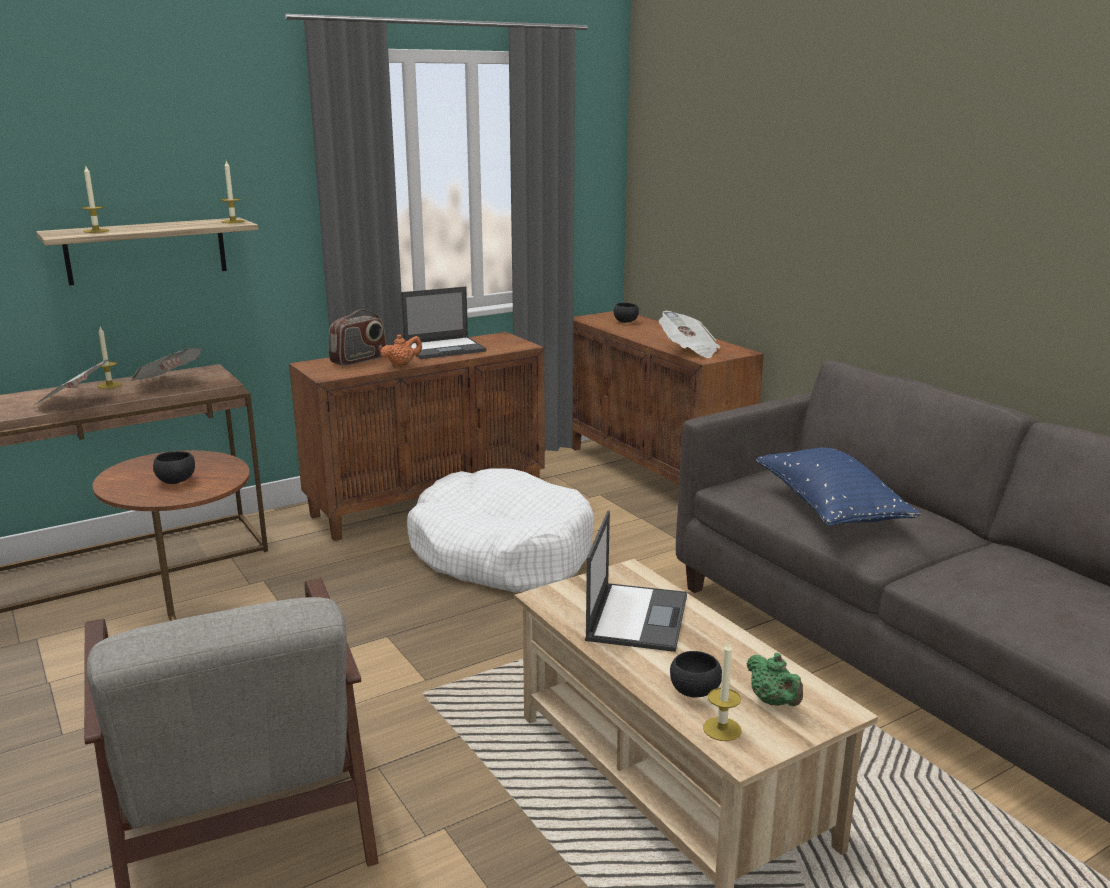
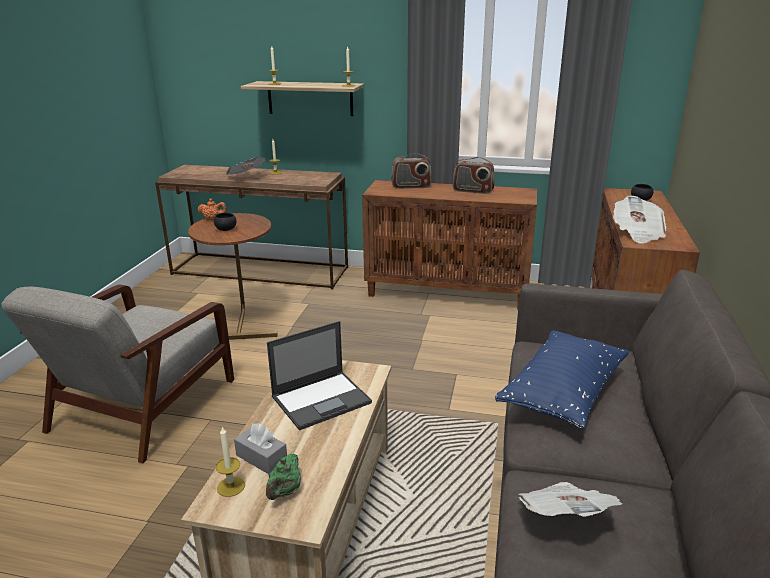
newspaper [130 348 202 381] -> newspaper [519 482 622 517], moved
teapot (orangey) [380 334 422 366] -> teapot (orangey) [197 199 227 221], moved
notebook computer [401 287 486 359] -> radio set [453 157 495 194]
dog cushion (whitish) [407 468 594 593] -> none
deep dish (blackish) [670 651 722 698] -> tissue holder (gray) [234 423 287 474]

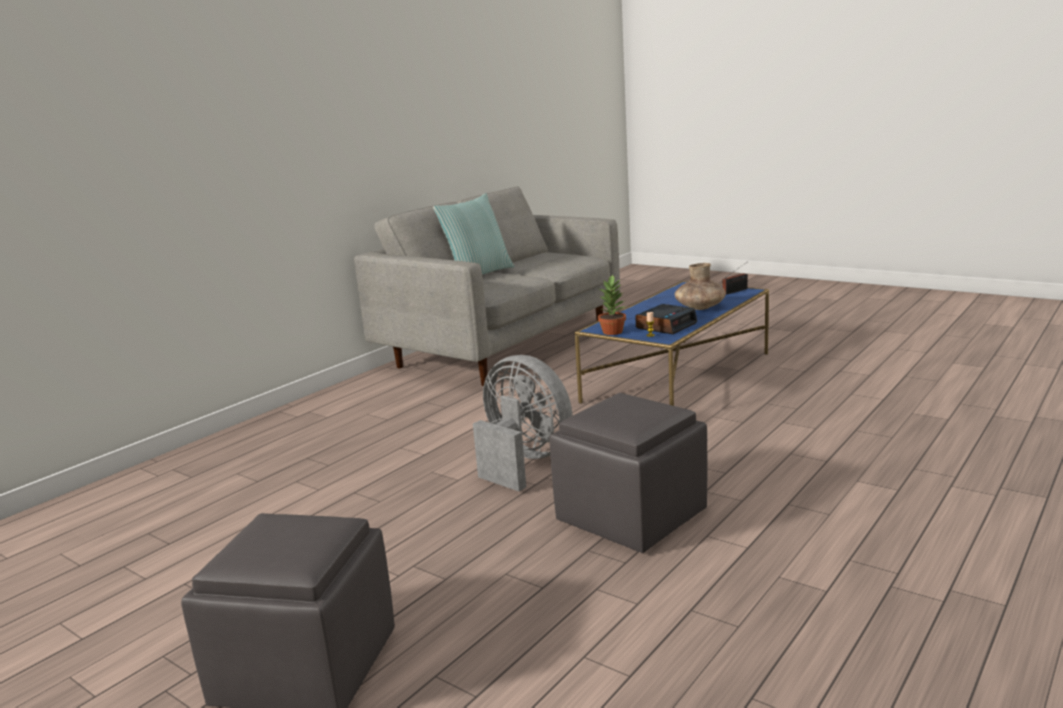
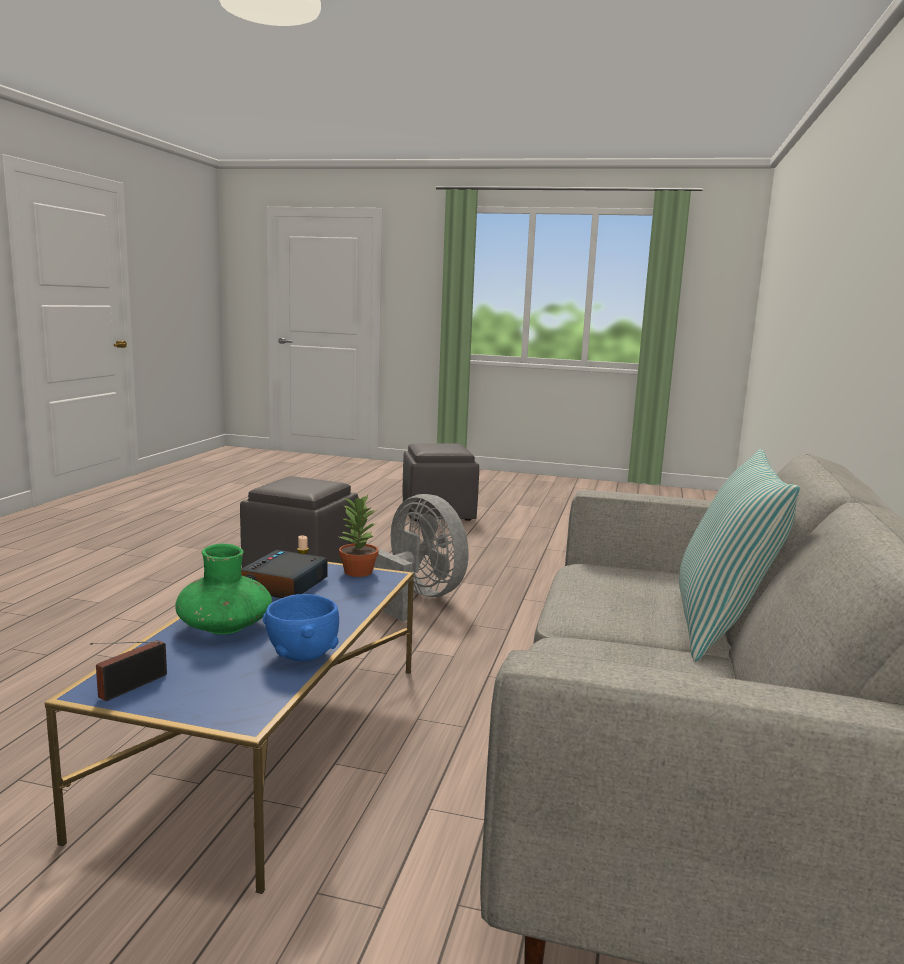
cooling fan (gray) [473 355 573 492] -> cooling fan (gray) [374 494 469 622], 150 degrees counterclockwise
decorative vase (brownish) [675 263 726 310] -> decorative vase (green-coloured) [175 544 272 635]
none -> deep dish (blue) [263 594 339 661]

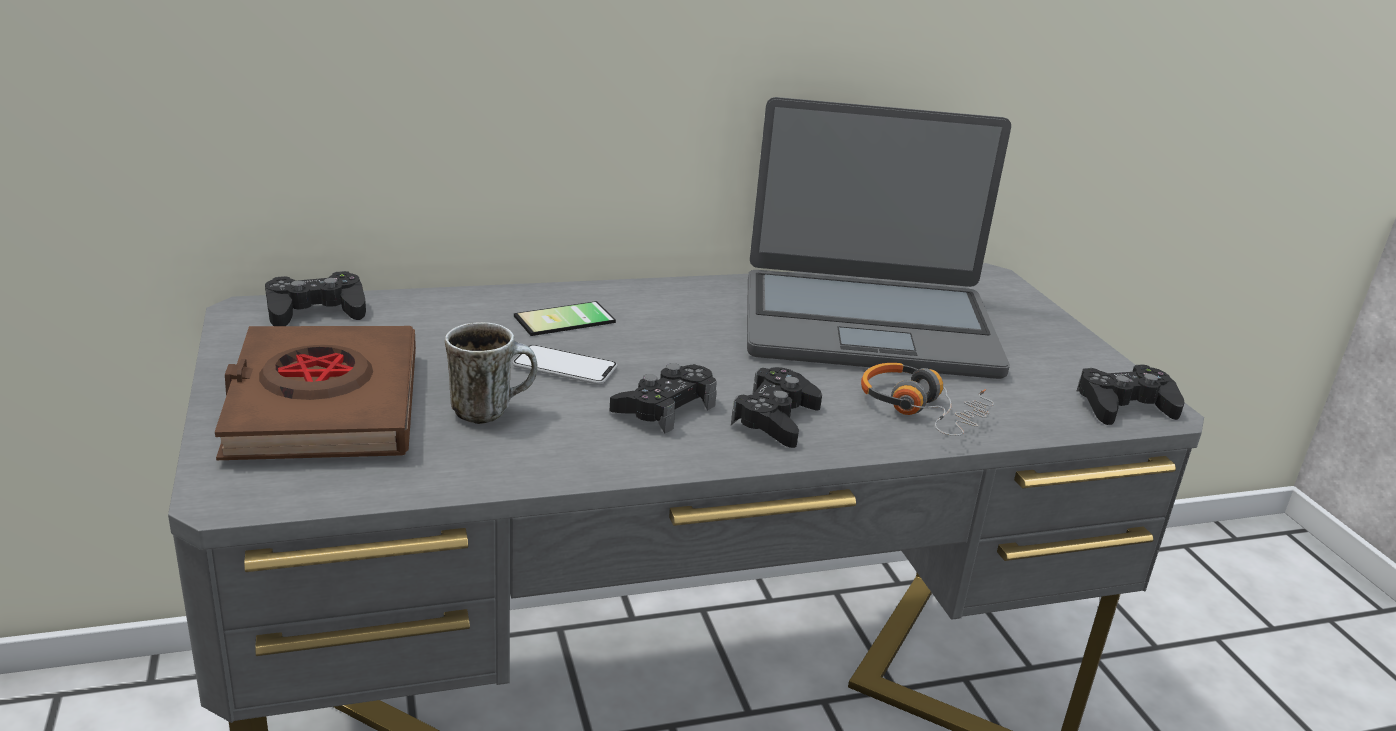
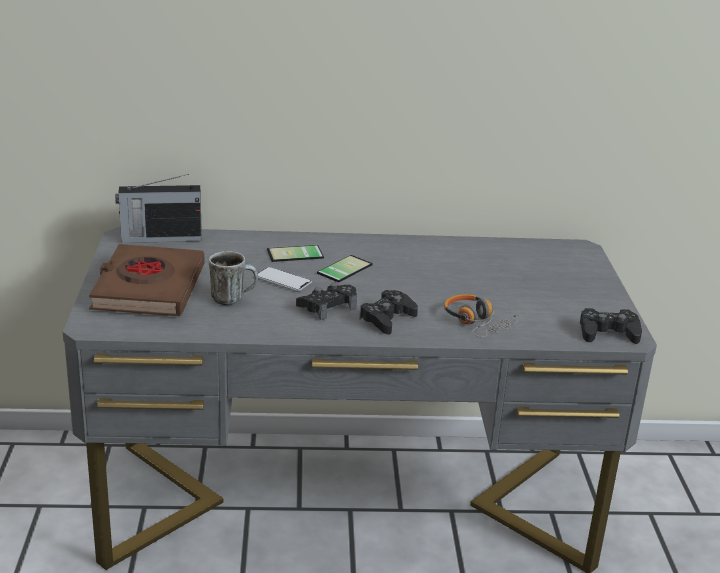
joypad (blackish) [265 271 366 326] -> radio set [115 174 202 243]
notebook computer [747 97 1011 379] -> none
none -> handset [317 255 373 283]

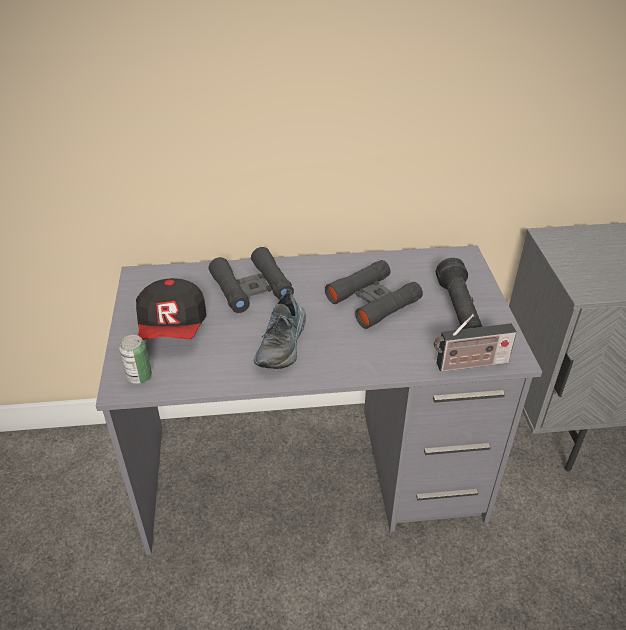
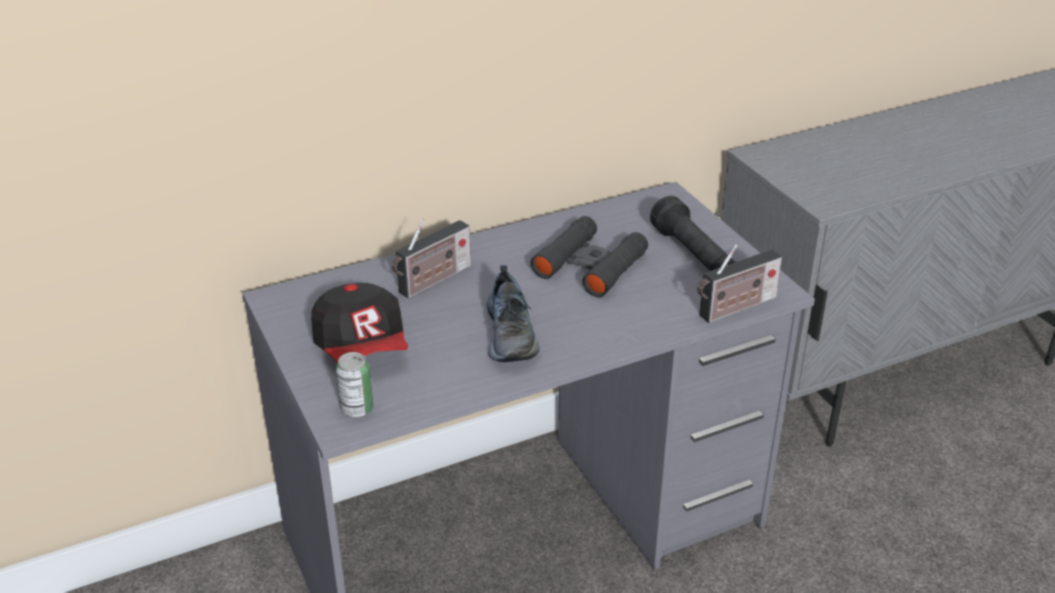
field glasses (blackish) [209 247 294 313] -> radio set [392 219 471 299]

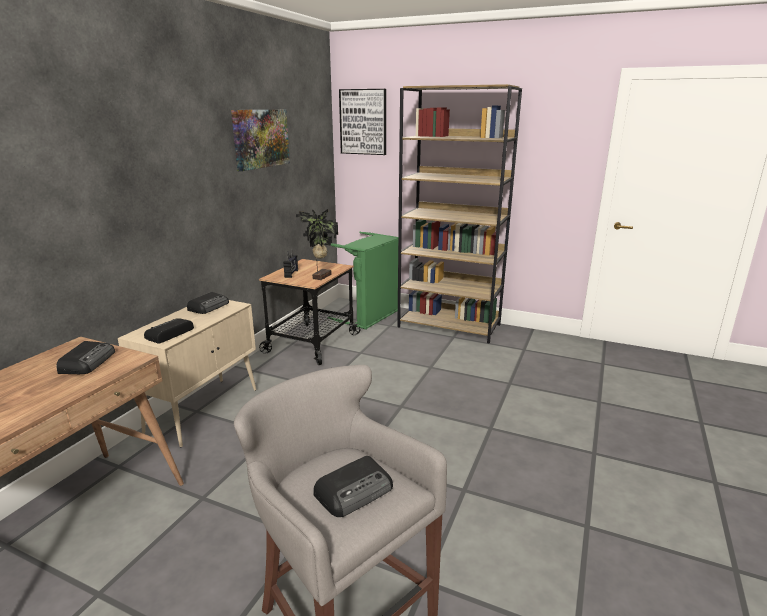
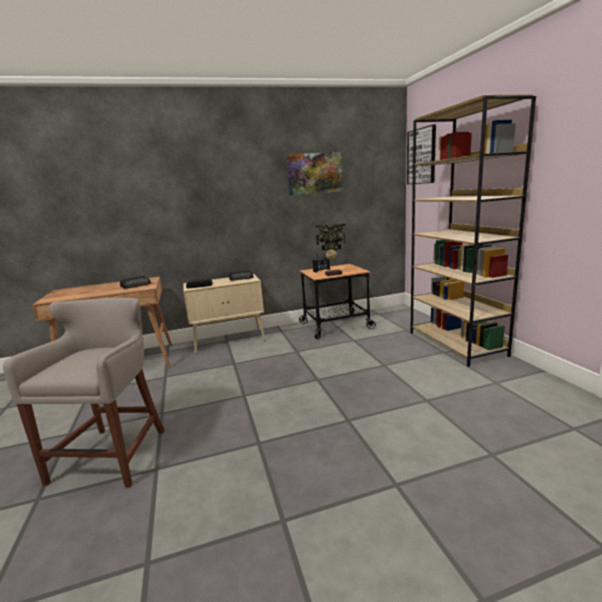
radio set [313 456 393 517] -> none
hamper (green-coloured) [328 232 398 330] -> none

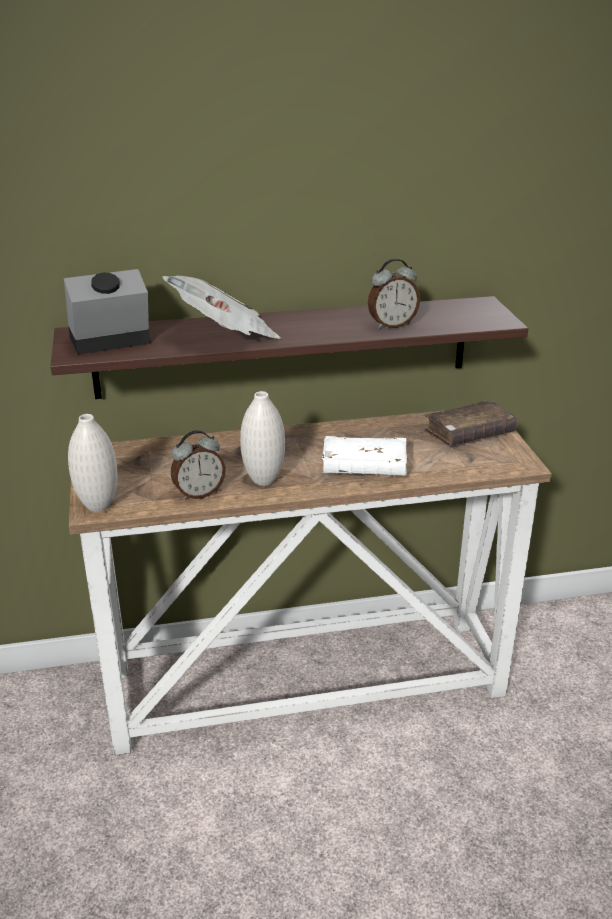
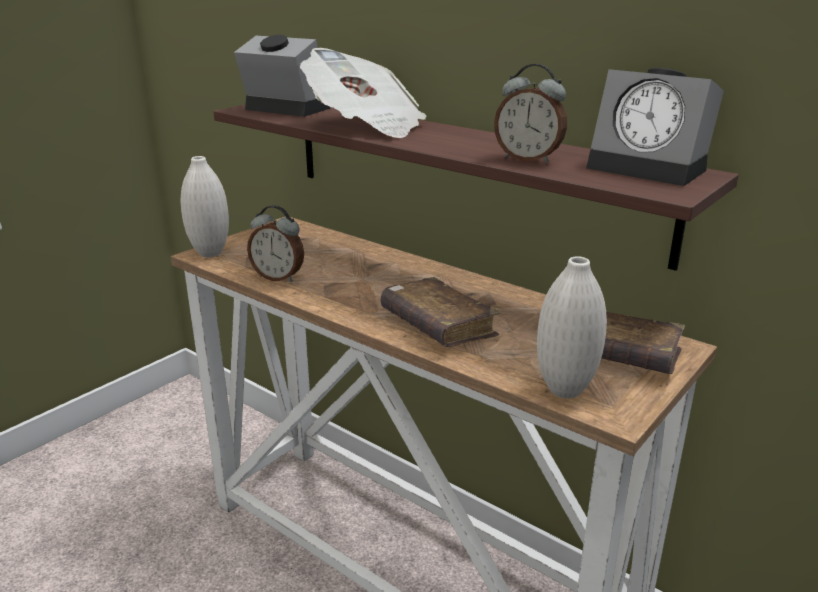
decorative vase (whitish) [240 391 285 486] -> decorative vase (whitish) [537 256 607 398], moved
volume (whitish) [322 436 407 476] -> volume (brownish) [381 277 501 347]
none -> bedside clock [586 68 724 186]

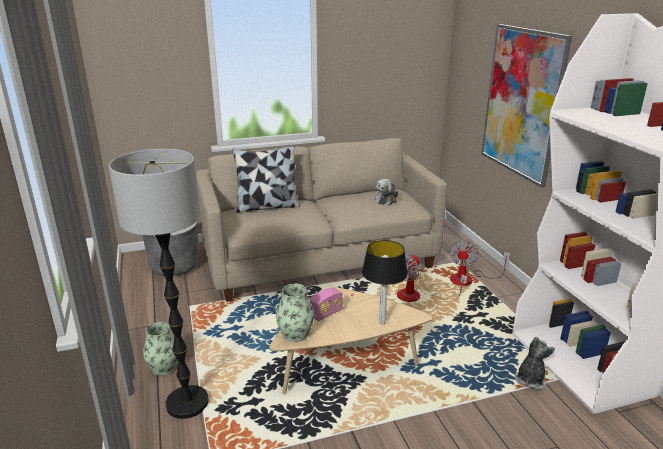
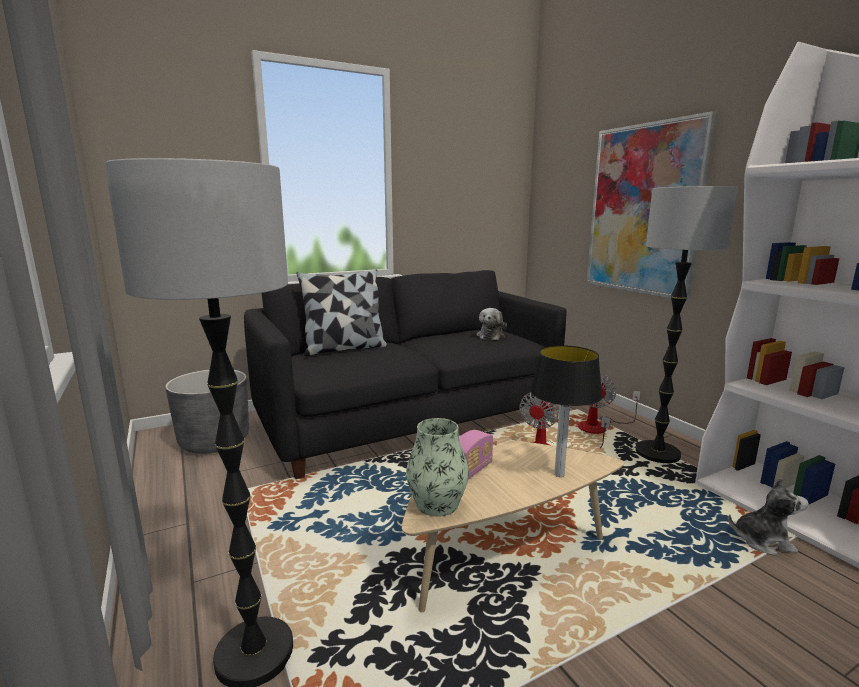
decorative vase [143 322 178 376] -> none
sofa (sand-coloured) [196 138 447 302] -> sofa (blackish) [244 270 567 479]
cuddly toy [515 337 555 390] -> cuddly toy [728 478 809 556], 75 degrees clockwise
none -> standard lamp [636 186 738 463]

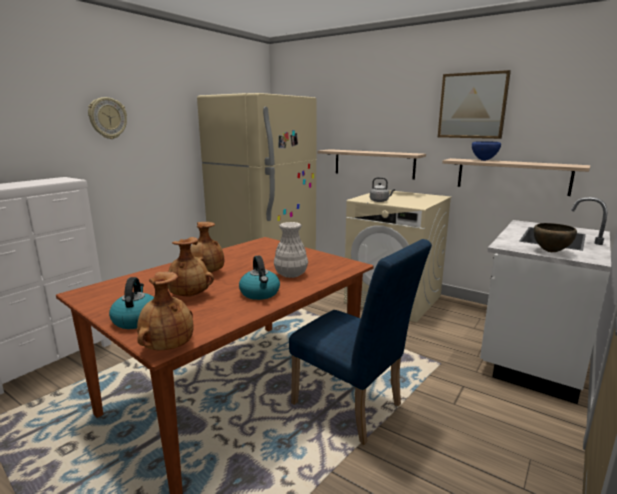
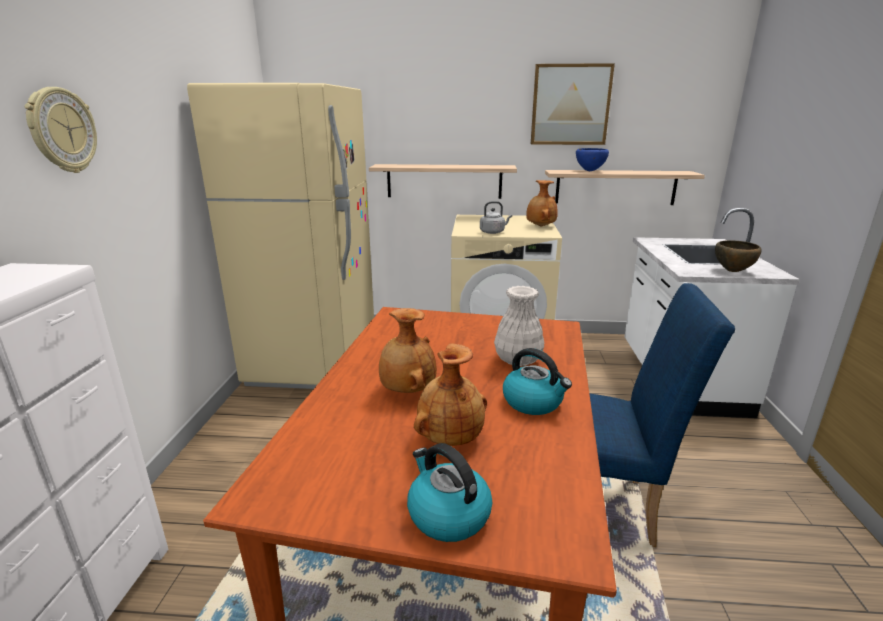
decorative vase (brownish) [137 271 193 350] -> decorative vase (brownish) [526 180 558 226], moved

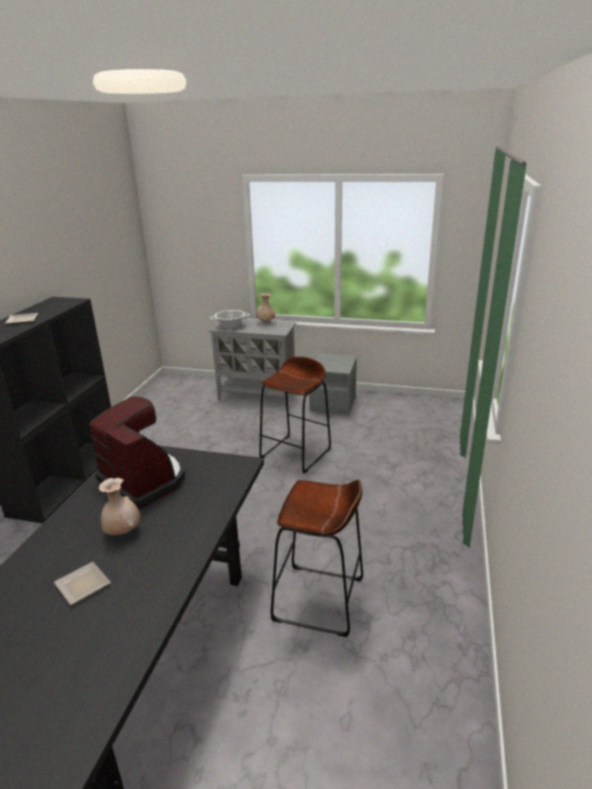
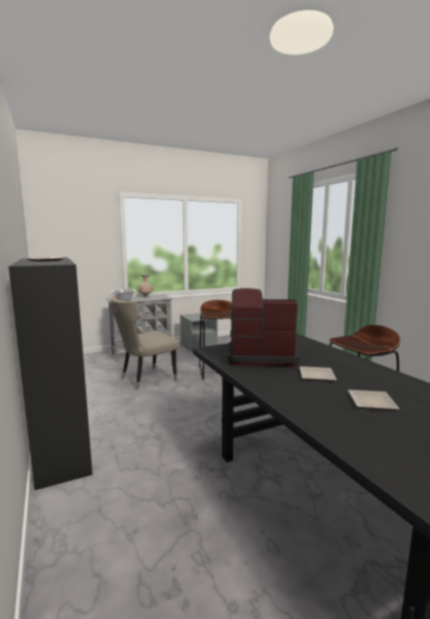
decorative vase (sand-coloured) [99 478 140 535] -> flat dish [300 366 337 381]
none -> plain chair (sand-coloured) [111 295 180 390]

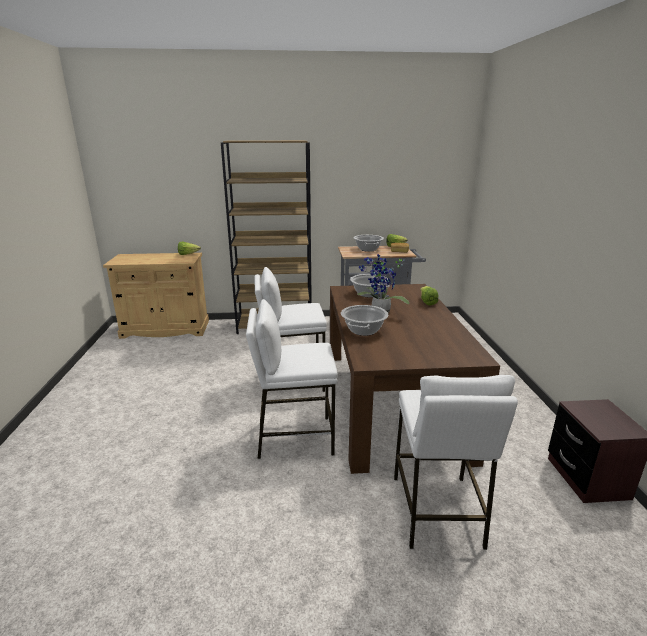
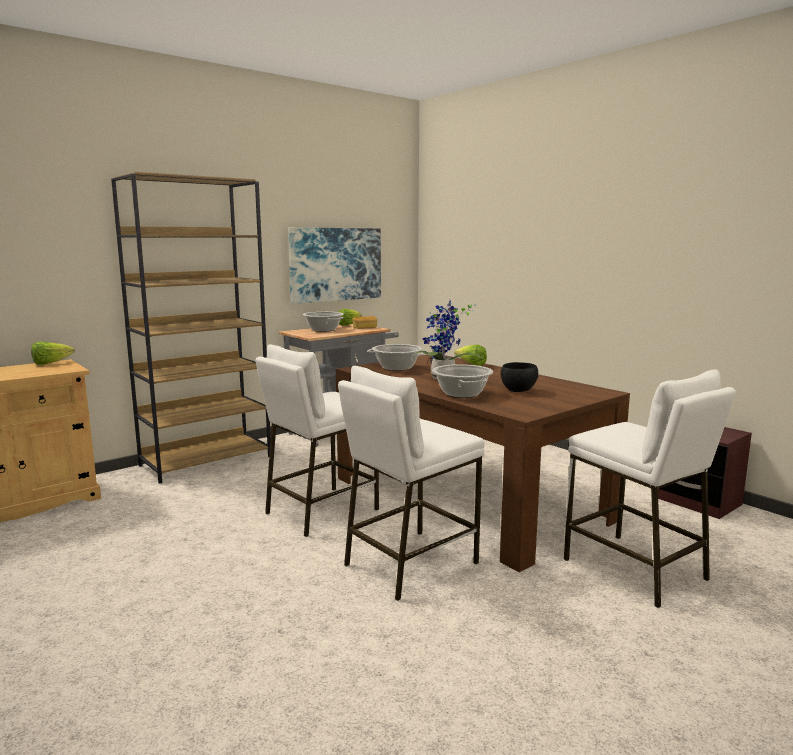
none -> picture [288 227 381 304]
none -> deep dish (blackish) [501 362 538 392]

